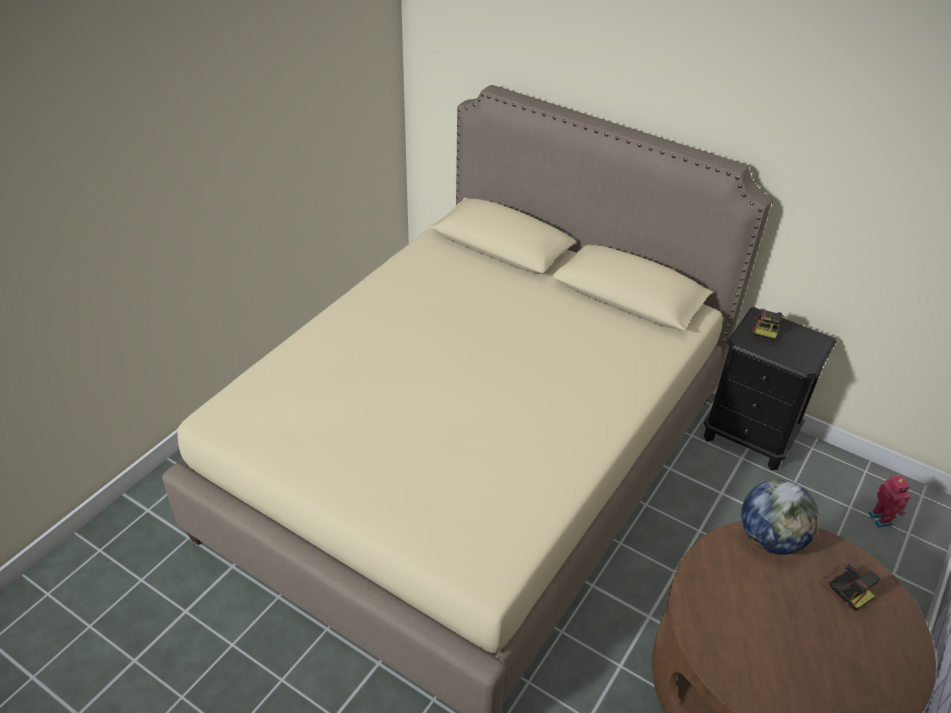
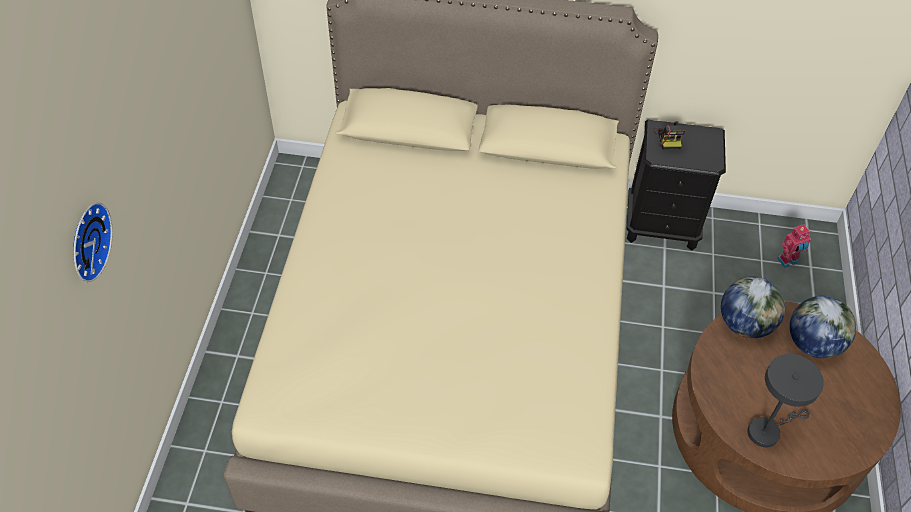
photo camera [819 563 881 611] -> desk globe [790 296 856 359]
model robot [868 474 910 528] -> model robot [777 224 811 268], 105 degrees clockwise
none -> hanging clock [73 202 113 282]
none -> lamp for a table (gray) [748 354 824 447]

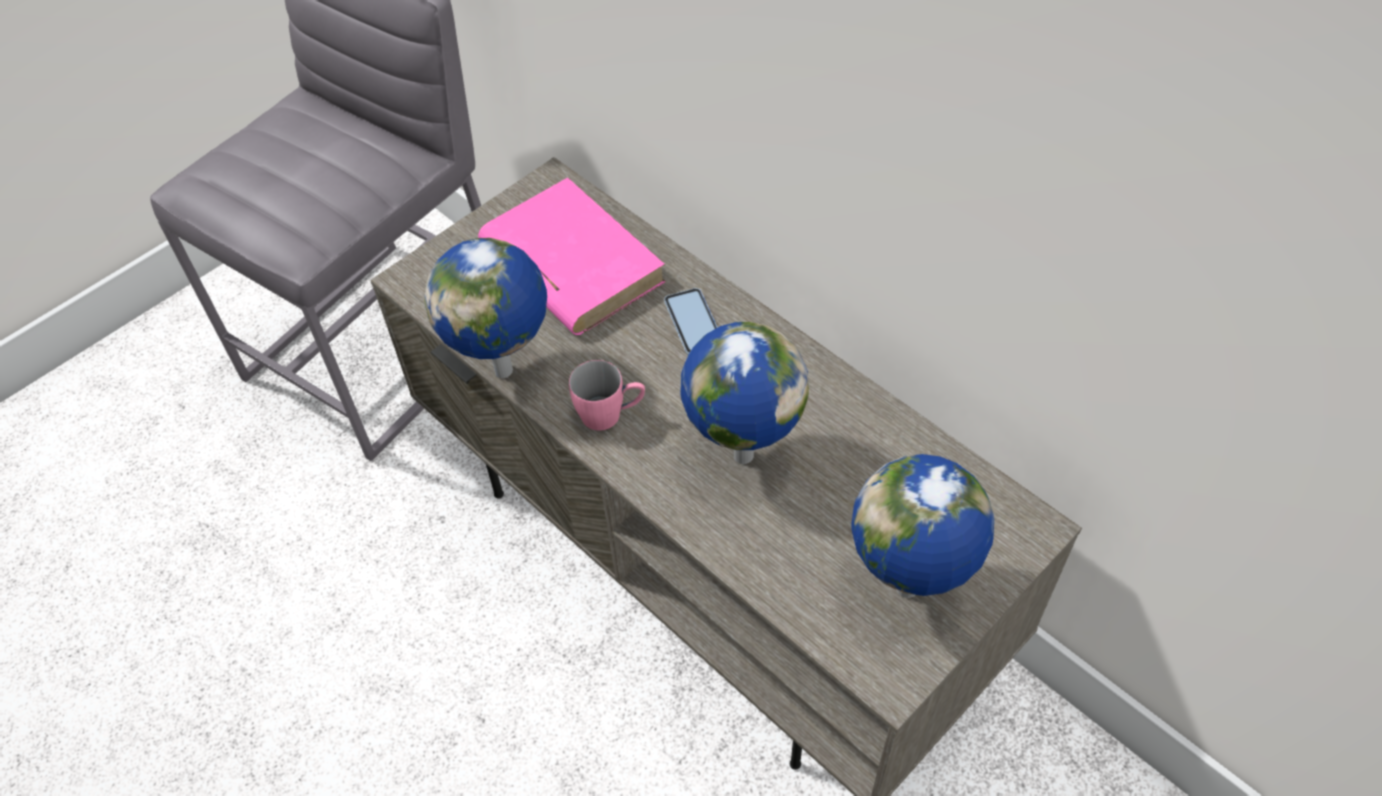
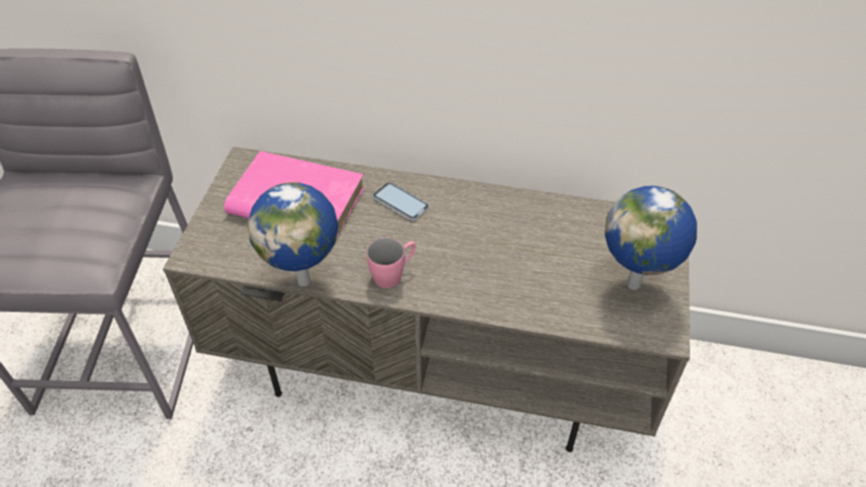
desk globe [680 322 809 464] -> none

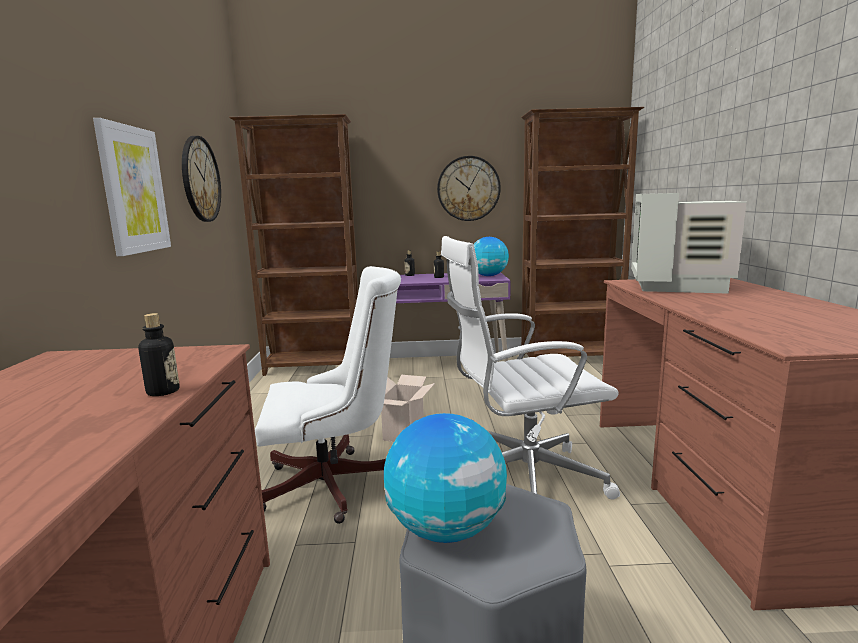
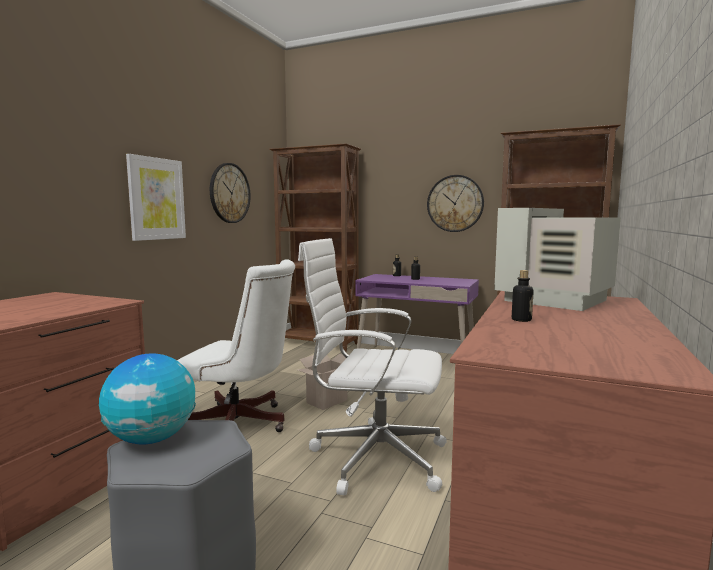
beverage bottle [138 313 180 396] -> beverage bottle [512 270 533 322], moved
desk globe [474 237 509 276] -> none

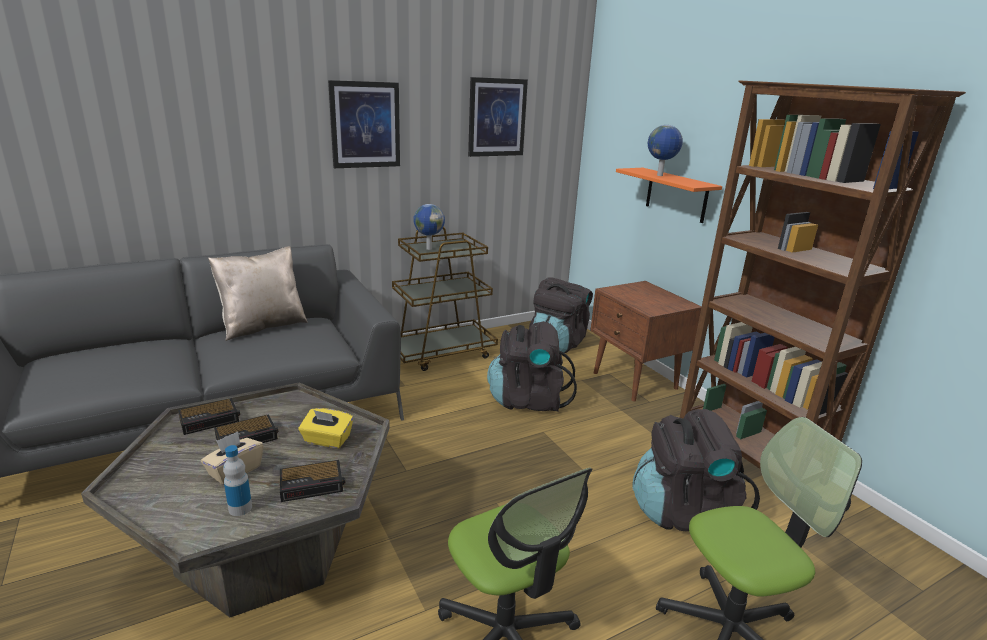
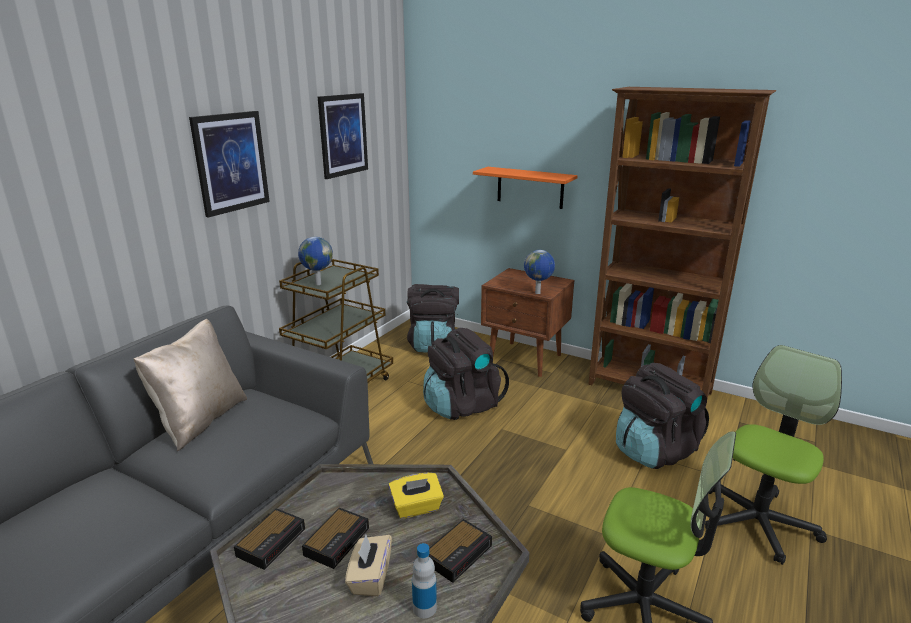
desk globe [648 125 683 176] -> desk globe [524 250 555 294], moved

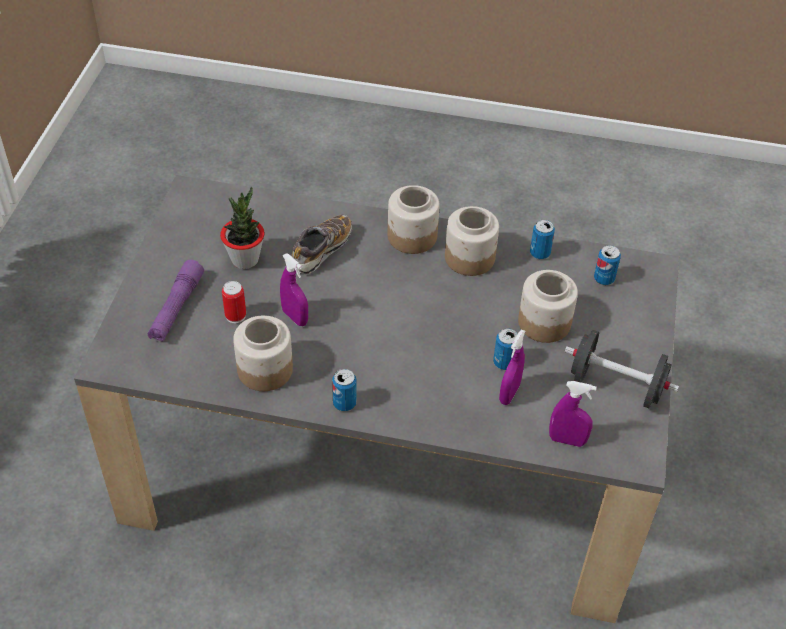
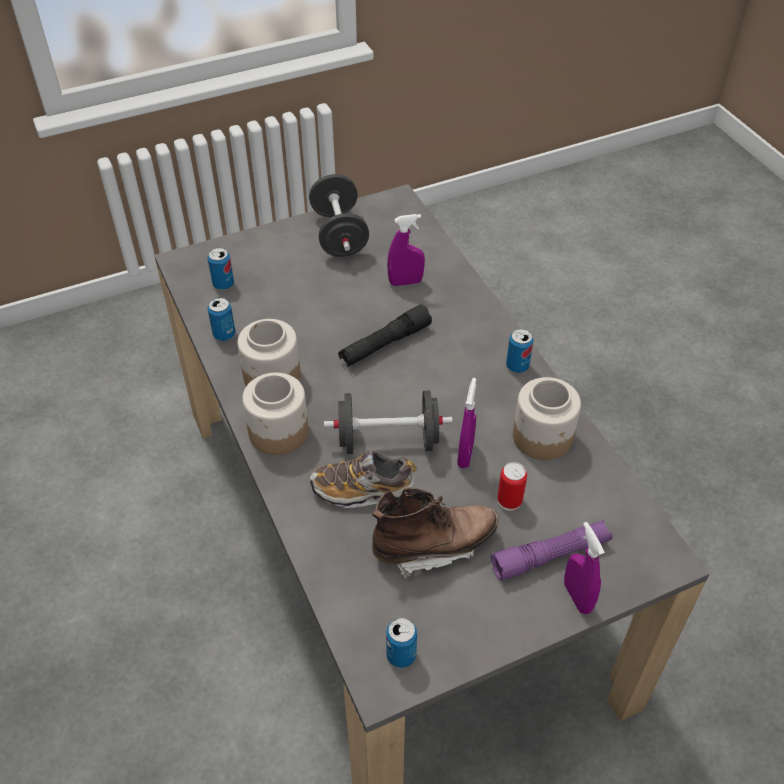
potted plant [220 187 265 269] -> tall boot (brownish) [372 487 498 579]
can [493 328 518 370] -> can [386 618 417 668], moved
jar [518 270 578 343] -> none
hand sprayer (purple) [549 381 597 447] -> hand sprayer (purple) [564 522 605 614], moved
none -> dumbbell (blackish) [324 391 452 454]
none -> flashlight (blackish) [338 305 432 367]

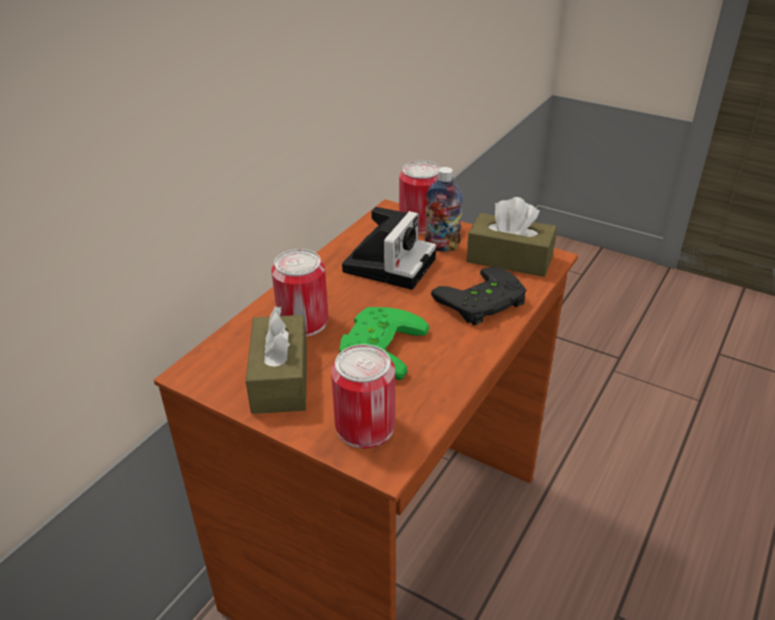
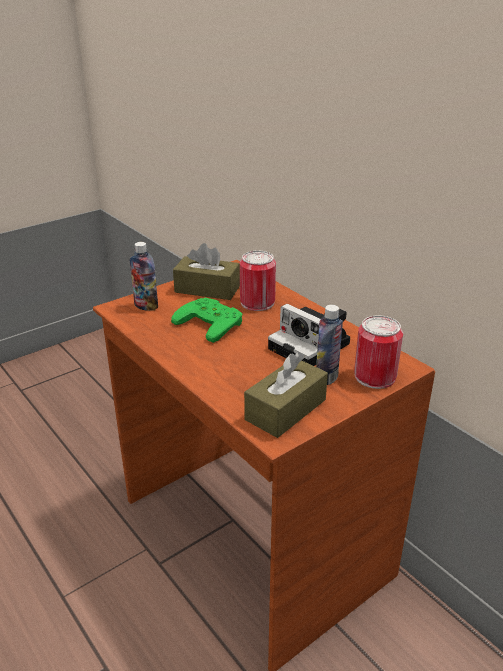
can [331 344 395 448] -> beverage bottle [130 242 158 311]
joypad (blackish) [431 267 526 326] -> none

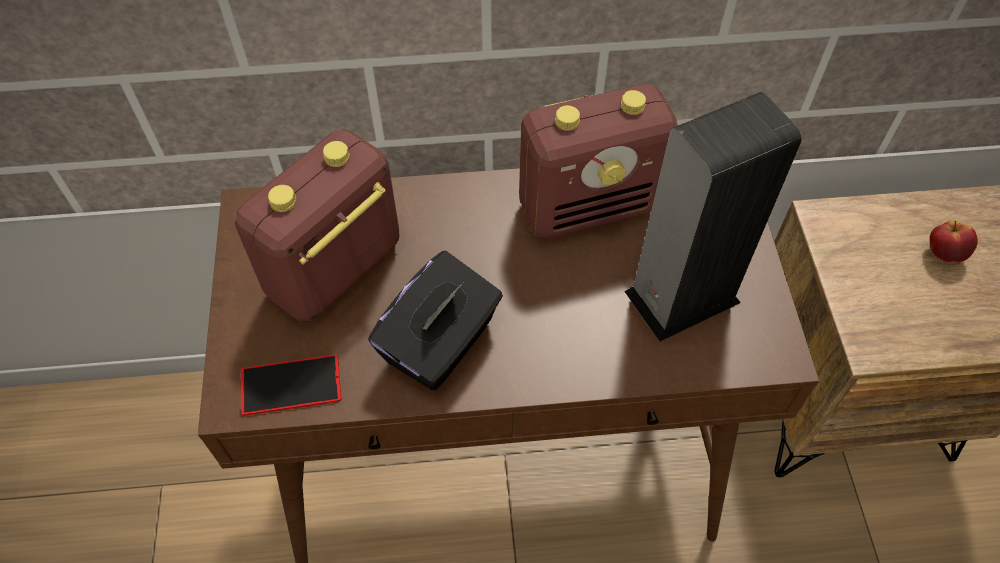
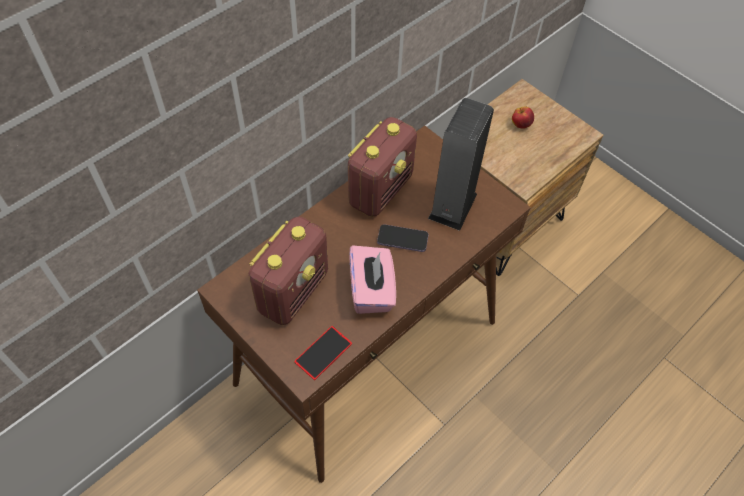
radio set [235 130 399 322] -> radio set [249 217 328 325], 150 degrees counterclockwise
tissue holder (blackish) [368 251 503 390] -> tissue holder (pinkish) [349 245 396 314]
none -> handset [377 224 429 252]

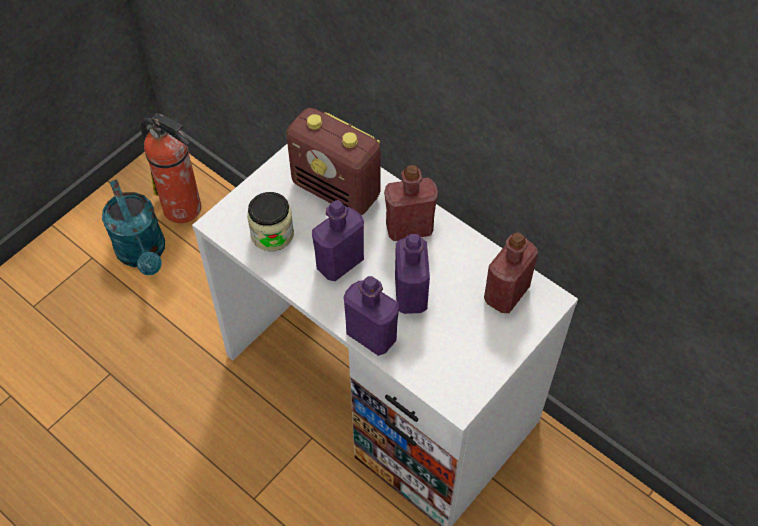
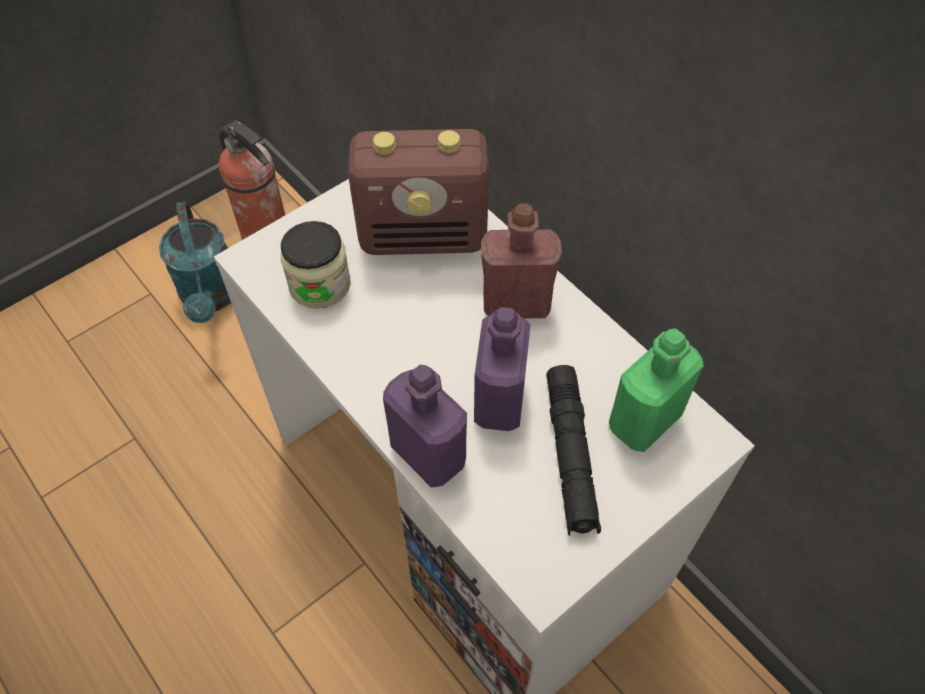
radio set [286 108 381 215] -> radio set [348 129 489 255], 45 degrees counterclockwise
beverage bottle (purple) [312 200 364 281] -> none
beverage bottle (red) [484 232 538 313] -> beverage bottle (green-coloured) [609 328 704 452]
none -> flashlight (blackish) [546 365 601 536]

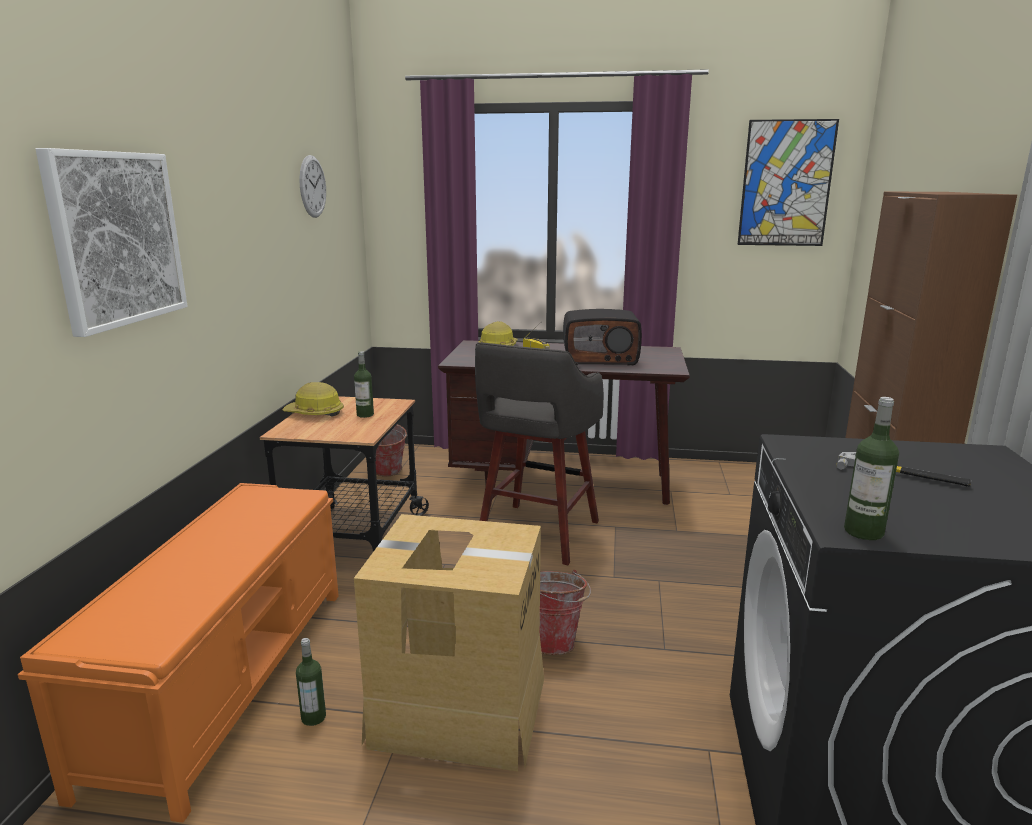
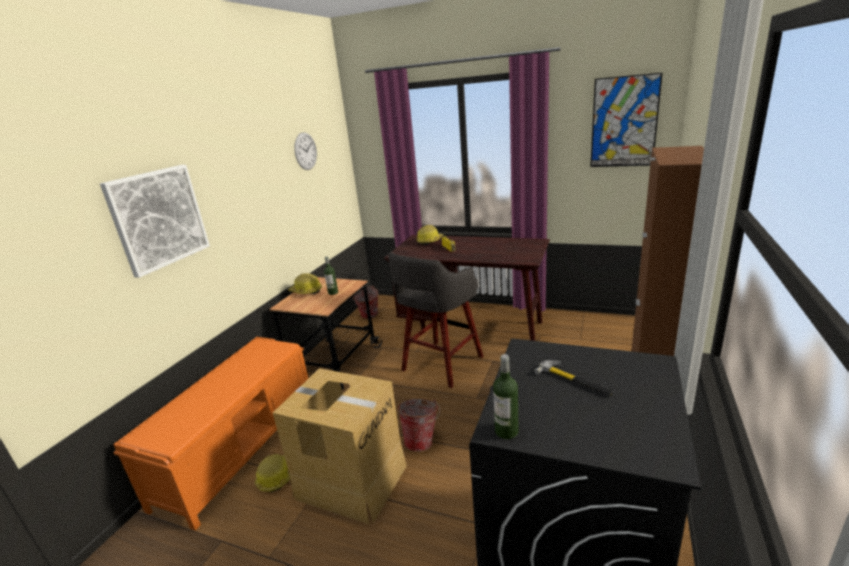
beverage bottle [296 638 326 726] -> hard hat [255 454 290 492]
radio set [563 309 642 366] -> none

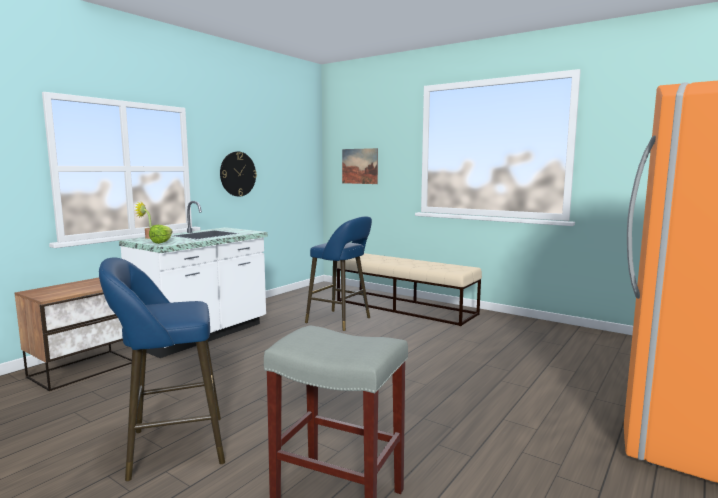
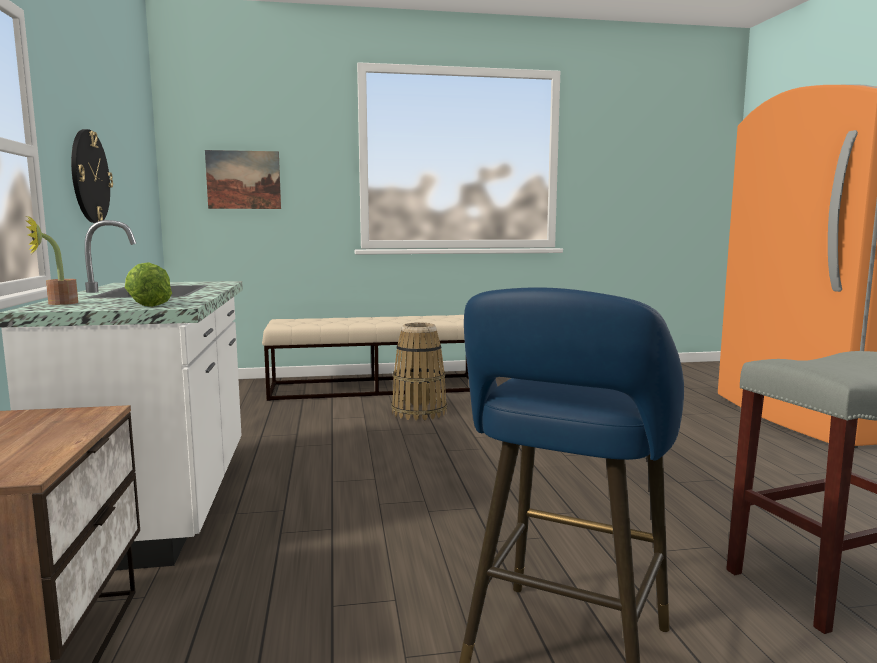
stool seat (blue) [305 216 372 331] -> none
none -> household basket [392 323 447 421]

